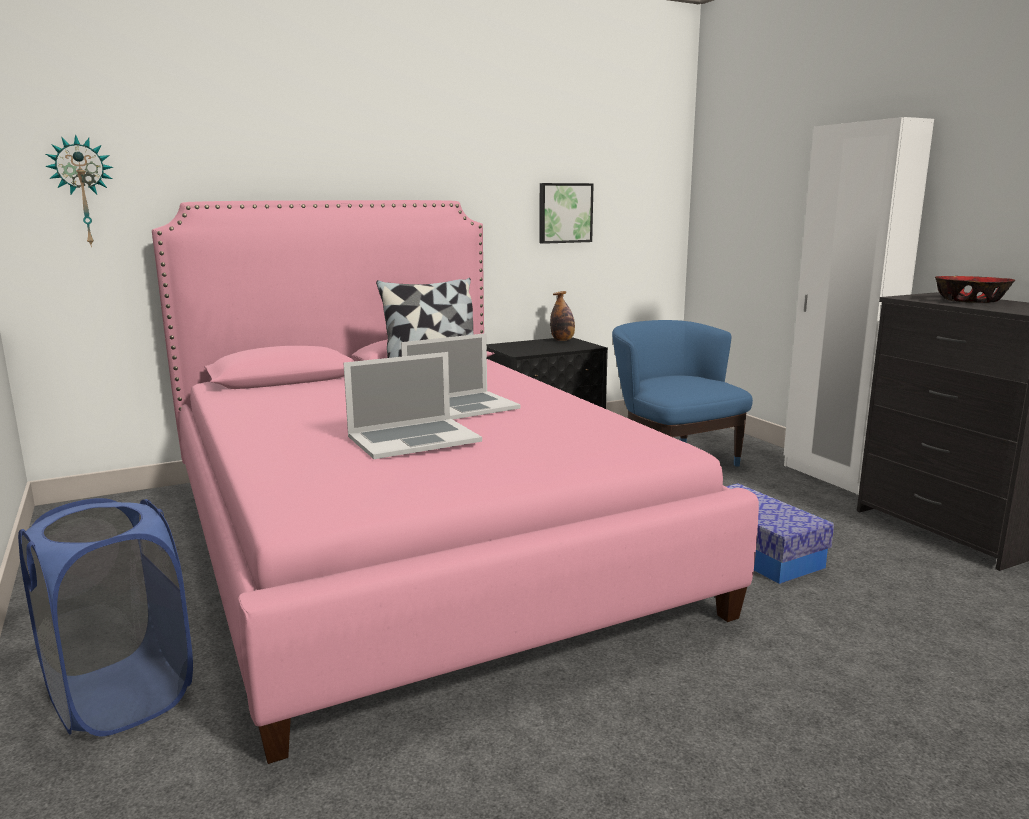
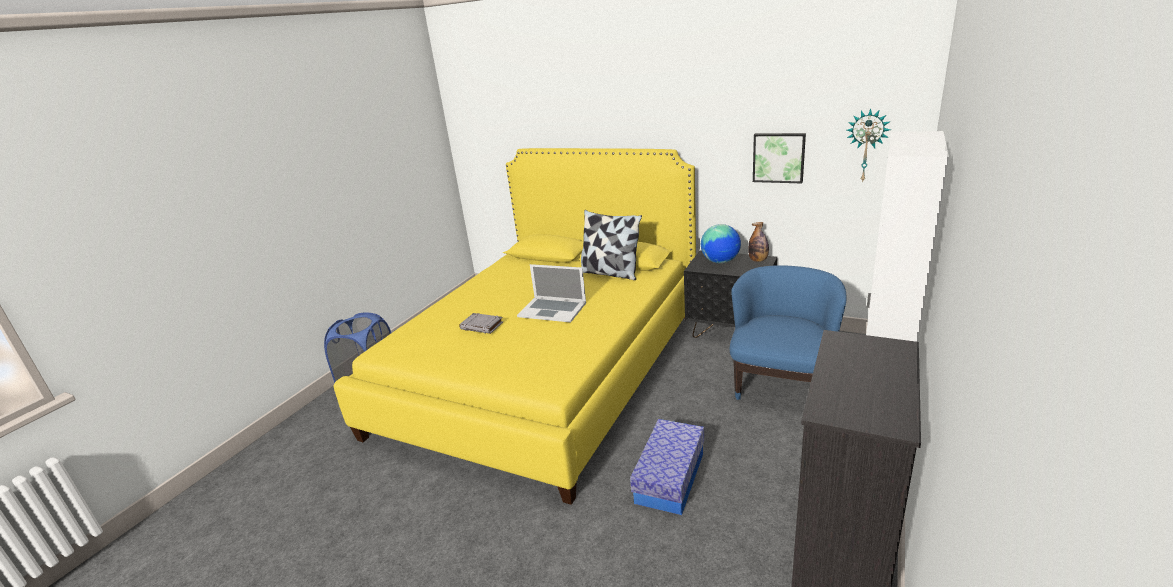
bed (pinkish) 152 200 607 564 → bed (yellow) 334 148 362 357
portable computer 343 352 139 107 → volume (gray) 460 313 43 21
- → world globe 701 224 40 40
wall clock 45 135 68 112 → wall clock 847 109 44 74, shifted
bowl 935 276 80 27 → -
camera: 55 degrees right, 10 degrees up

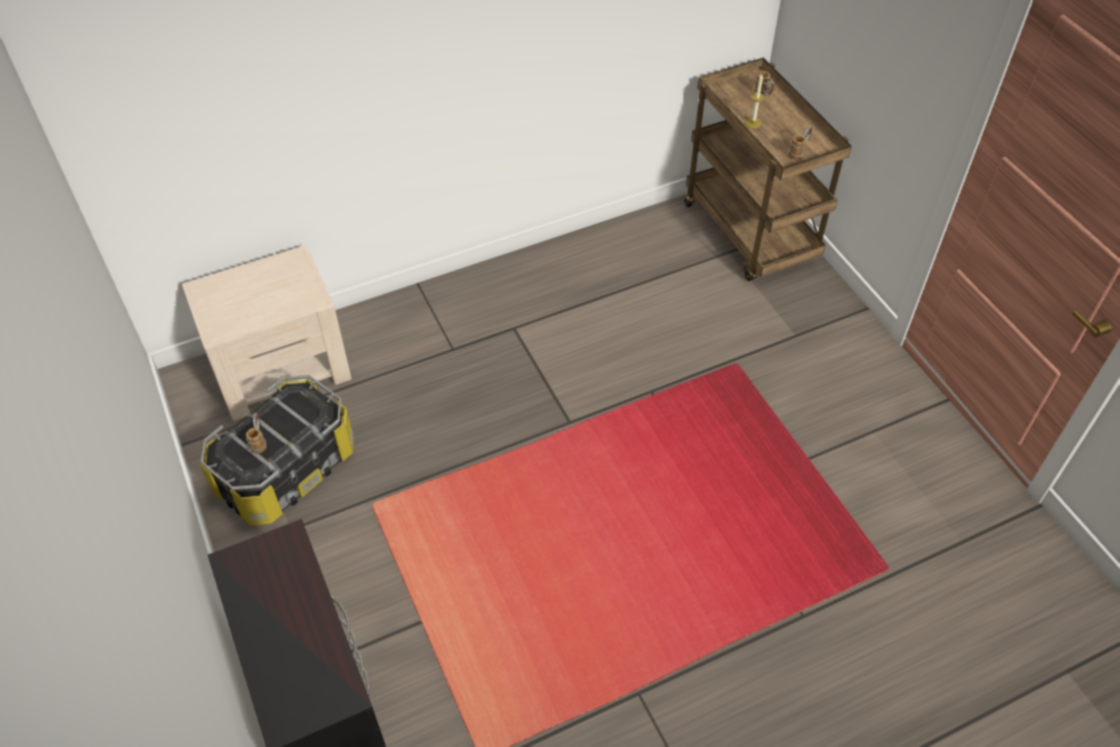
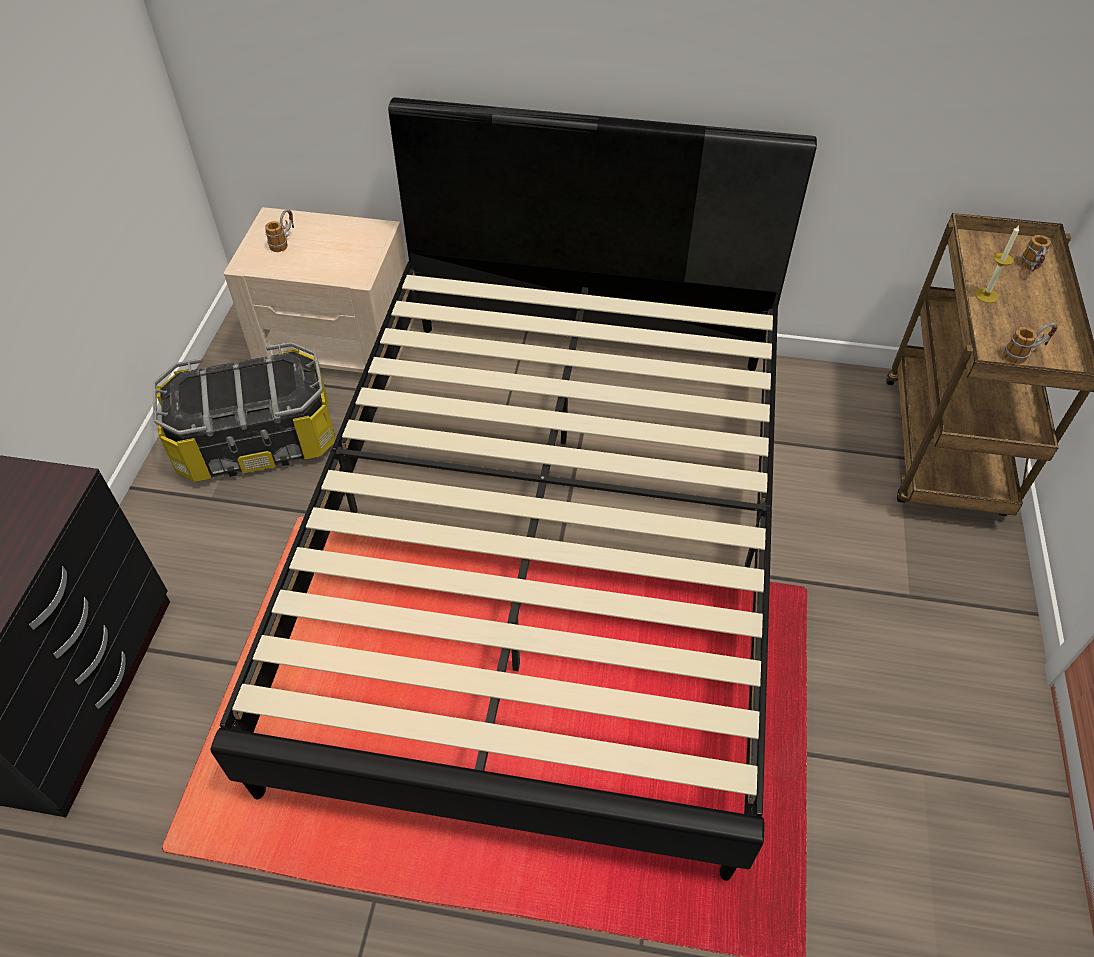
- → bed (black) 210 97 607 784
coffee mug 246 413 21 41 → coffee mug 265 209 29 43, shifted
camera: 35 degrees right, 0 degrees up

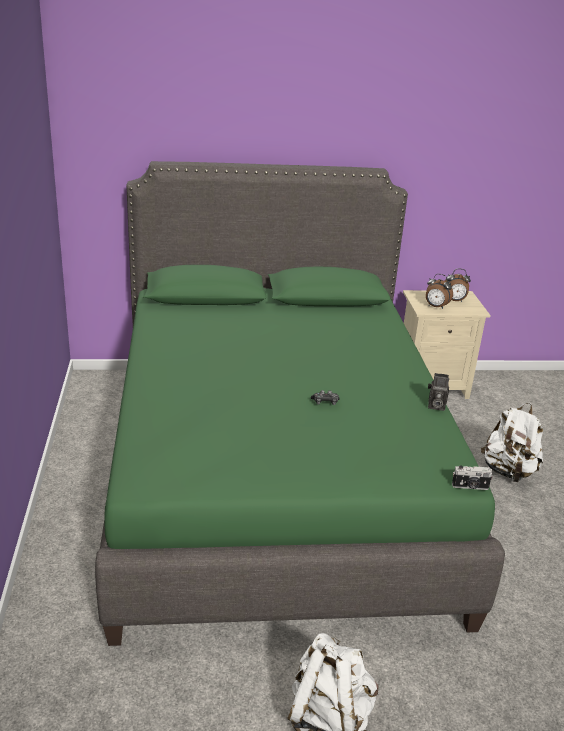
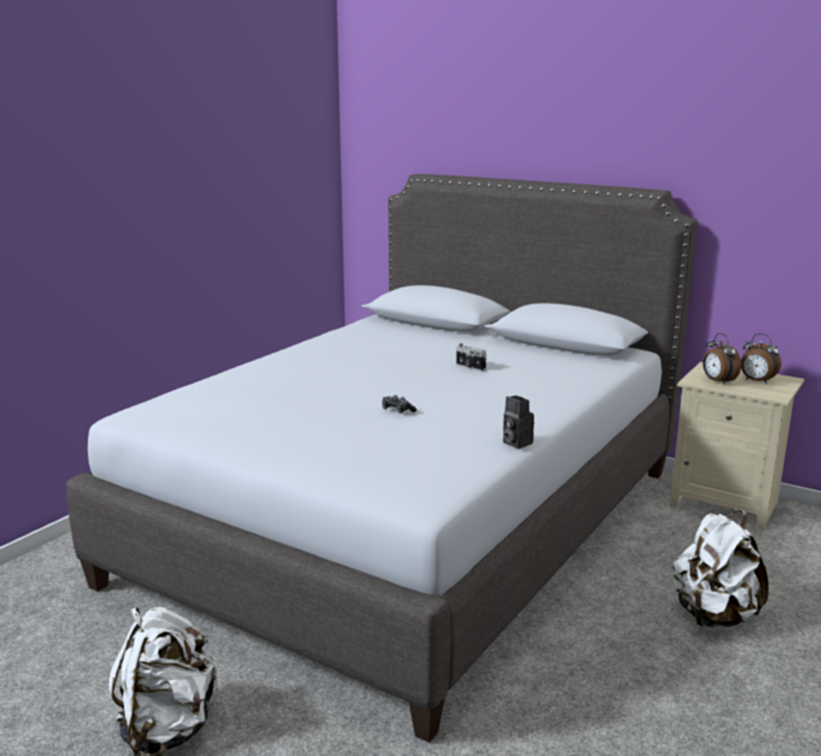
bed (green-coloured) 95 161 410 485 → bed (gray) 66 174 632 569
photo camera 452 466 41 24 → photo camera 456 344 30 27, shifted
camera: 40 degrees right, 10 degrees down

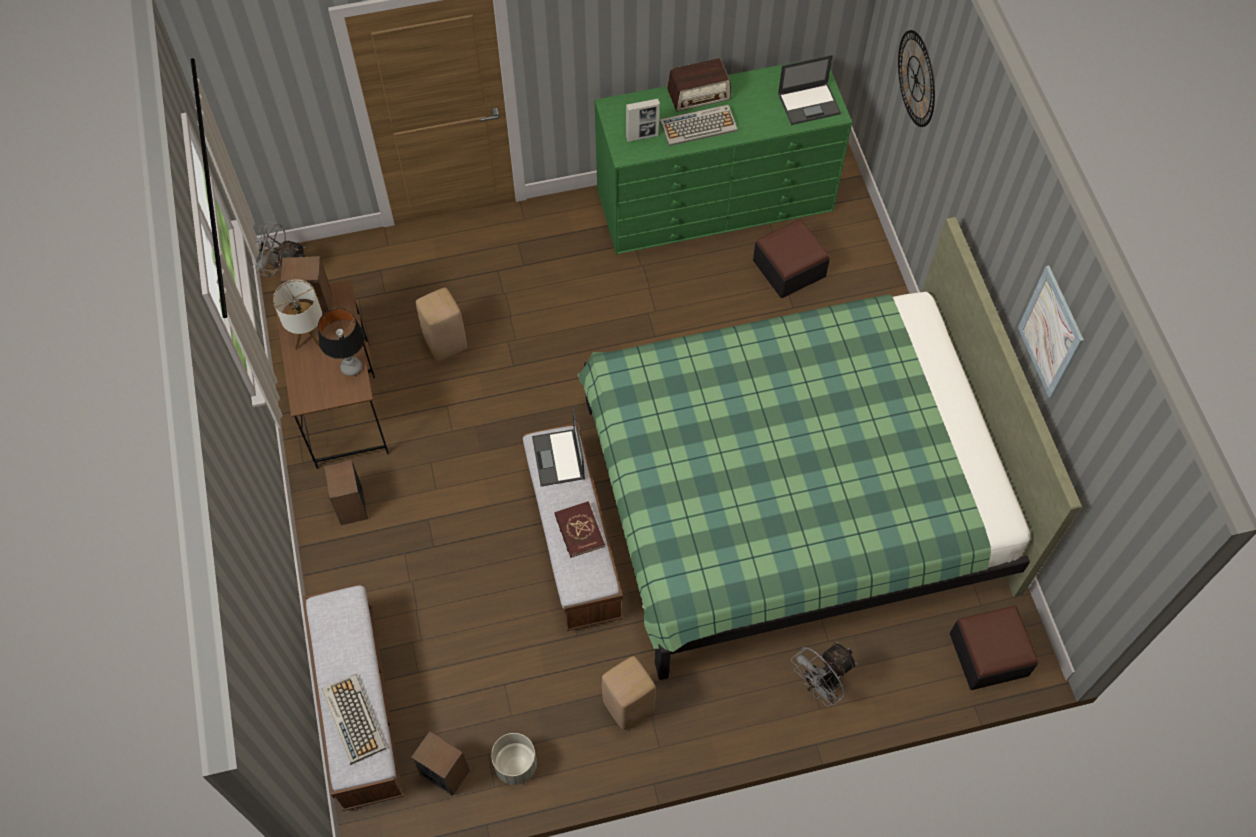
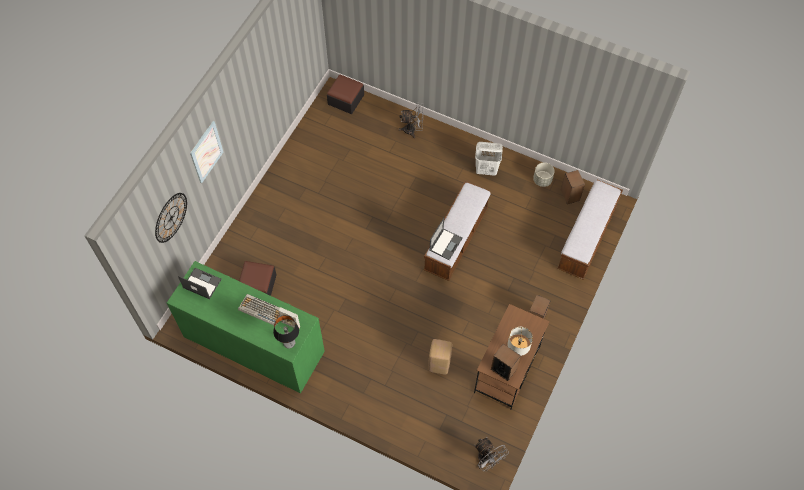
picture 1018 266 66 133 → picture 190 121 33 63, shifted
tabletop lamp 318 308 47 68 → tabletop lamp 273 315 26 34, shifted
stool seat (sand-coloured) 602 656 54 74 → hamper (whitish) 475 142 28 34
keyboard 321 674 65 91 → -
volume (red-coloured) 554 501 51 57 → -
bed (green-coloured) 578 217 504 463 → -
radio receiver 667 58 64 54 → -
camera: 140 degrees left, 0 degrees up

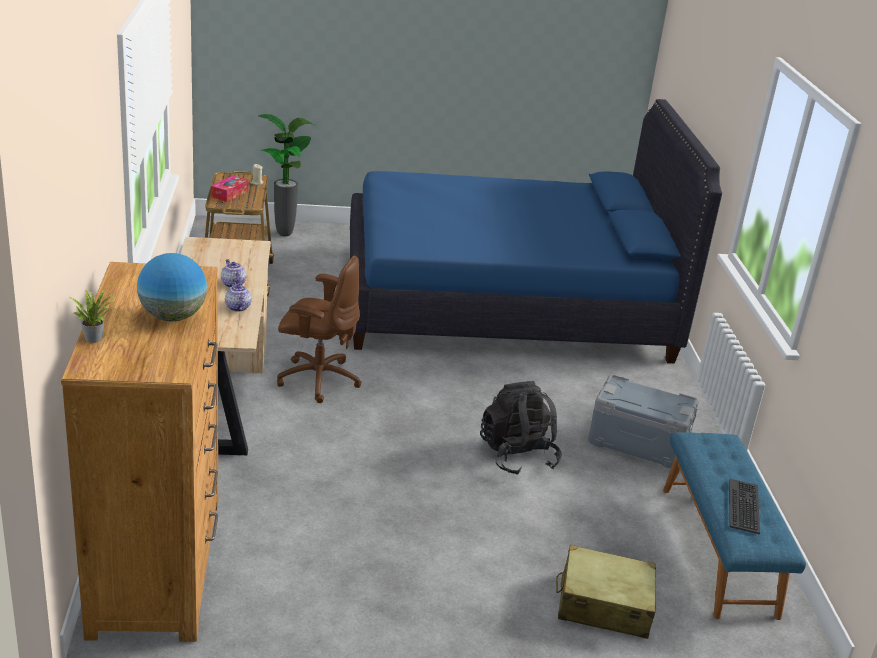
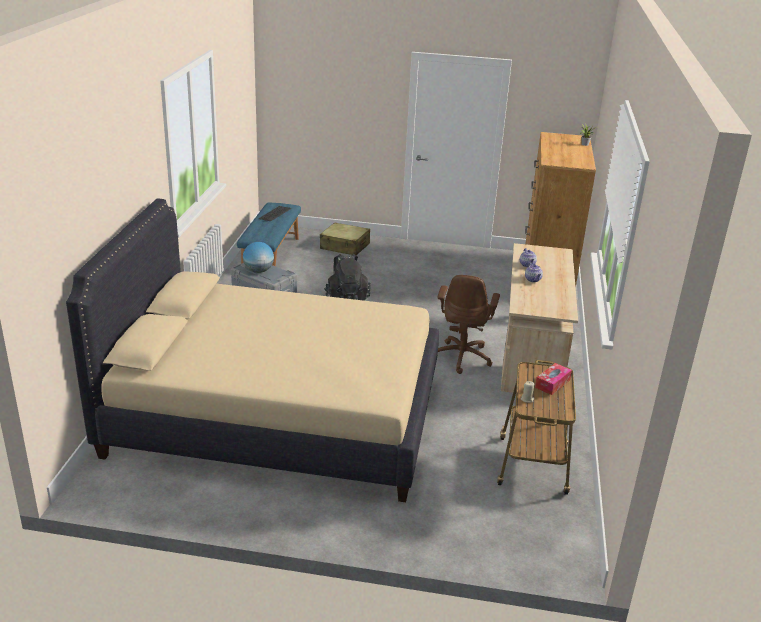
bed (blue) 350 99 372 264 → bed (sand-coloured) 66 198 373 304
world globe 137 253 70 68 → world globe 243 242 31 31, shifted
desk chair (brown-coloured) 277 255 84 148 → desk chair (brown-coloured) 437 275 63 99, 105 degrees counterclockwise
houseplant 258 114 56 122 → -
camera: 165 degrees left, 0 degrees up

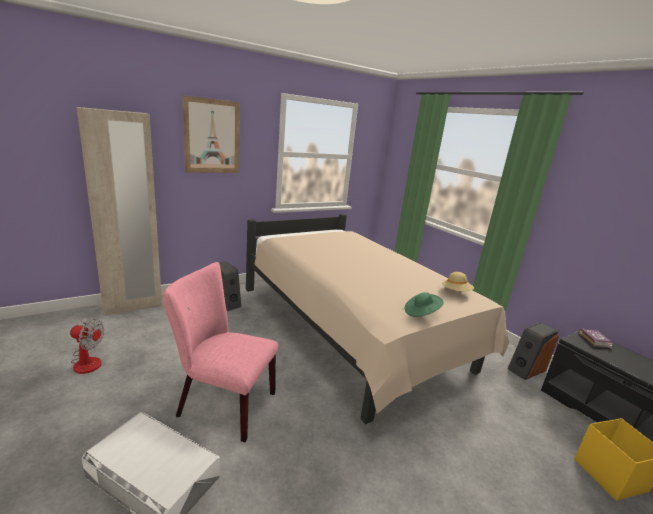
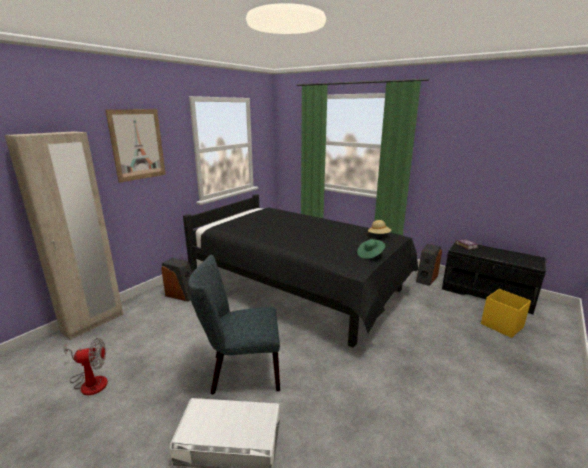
bed (sand-coloured) 246 214 263 210 → bed (black) 183 194 235 154
upright chair (pinkish) 163 262 115 180 → upright chair (gray) 188 255 92 140
camera: 20 degrees left, 0 degrees up

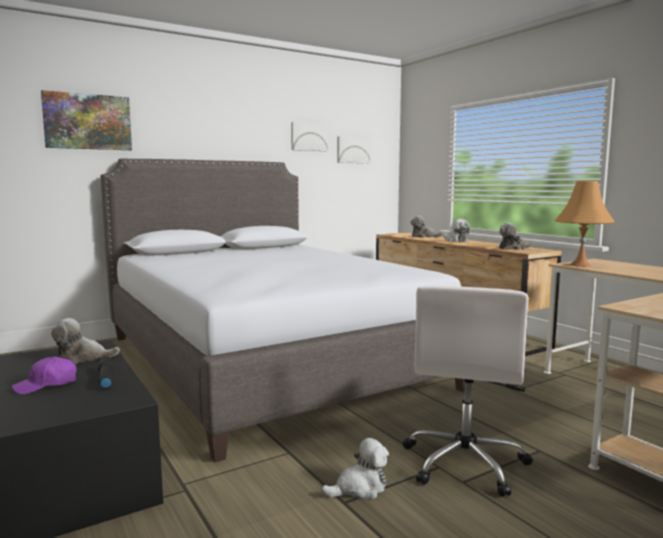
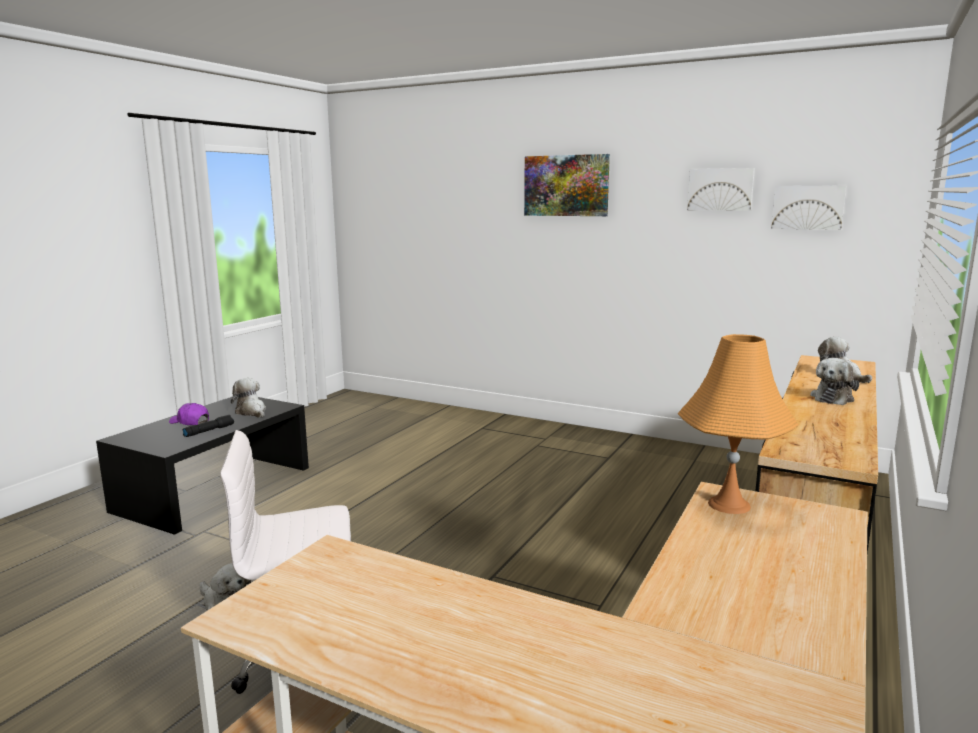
picture 41 90 91 60 → picture 524 154 86 62, shifted
bed (gray) 100 159 365 303 → -
soft toy 499 223 33 27 → -
camera: 60 degrees right, 5 degrees up

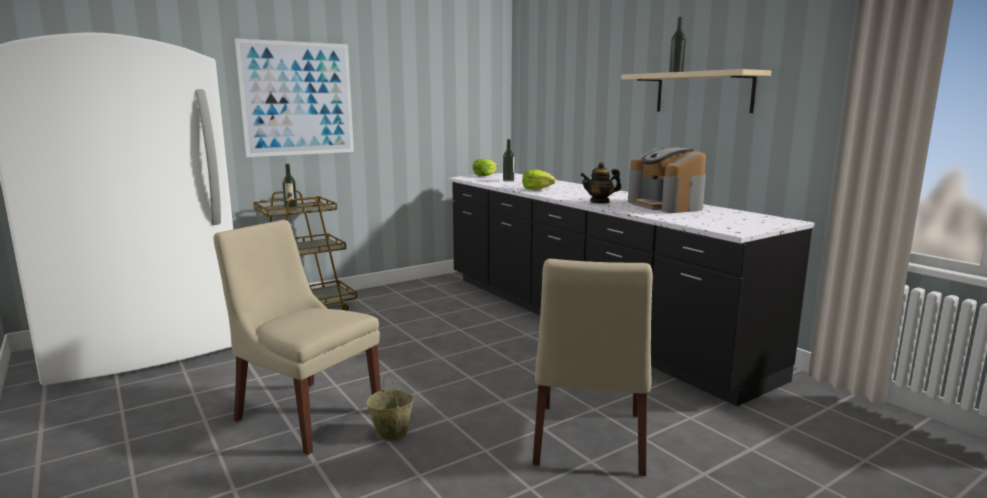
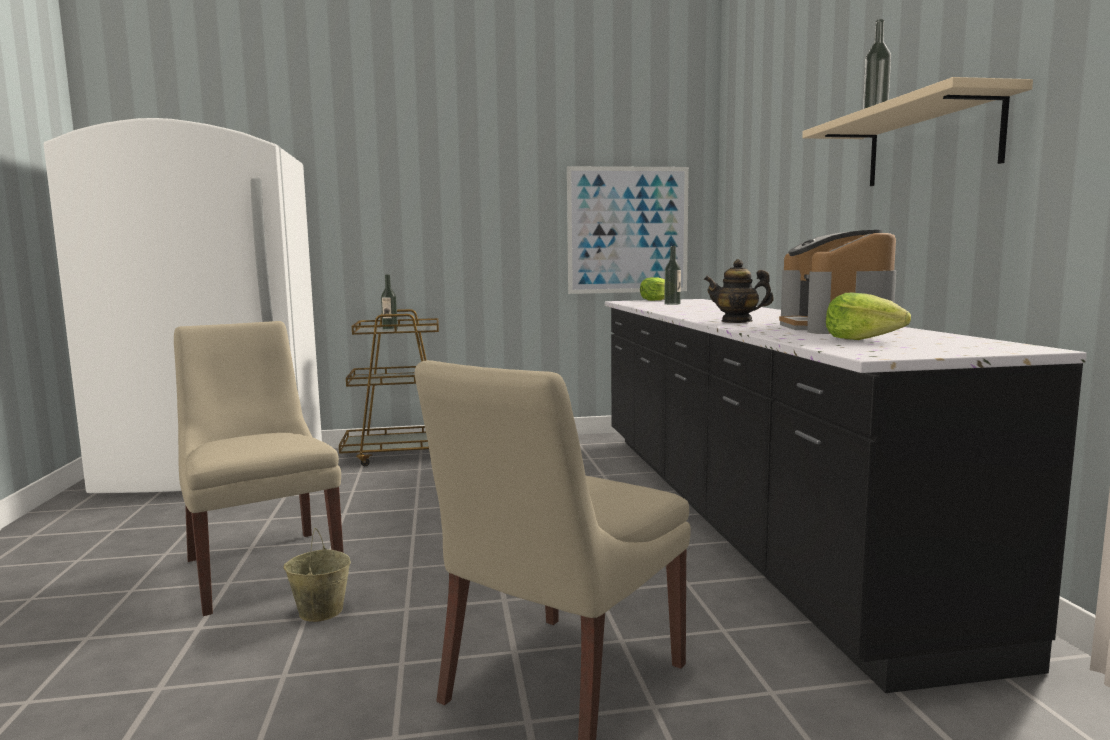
picture 235 38 119 119 → picture 567 166 122 128, shifted
lettuce head 522 169 34 21 → lettuce head 826 293 85 47, shifted
camera: 25 degrees right, 5 degrees down

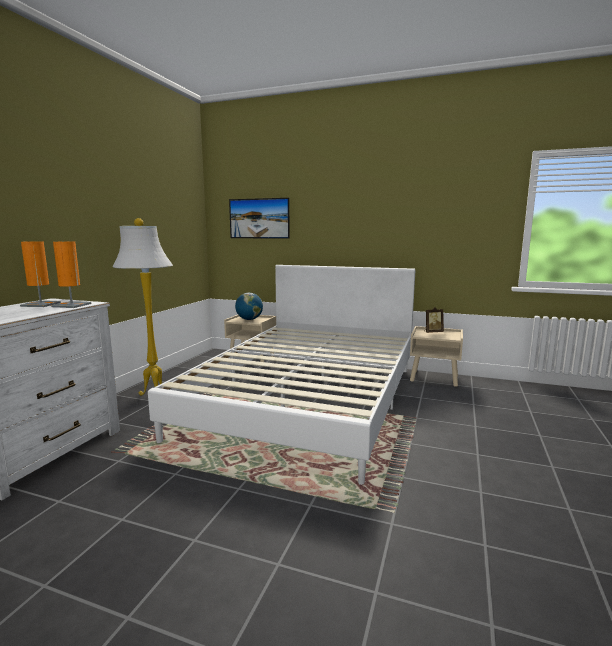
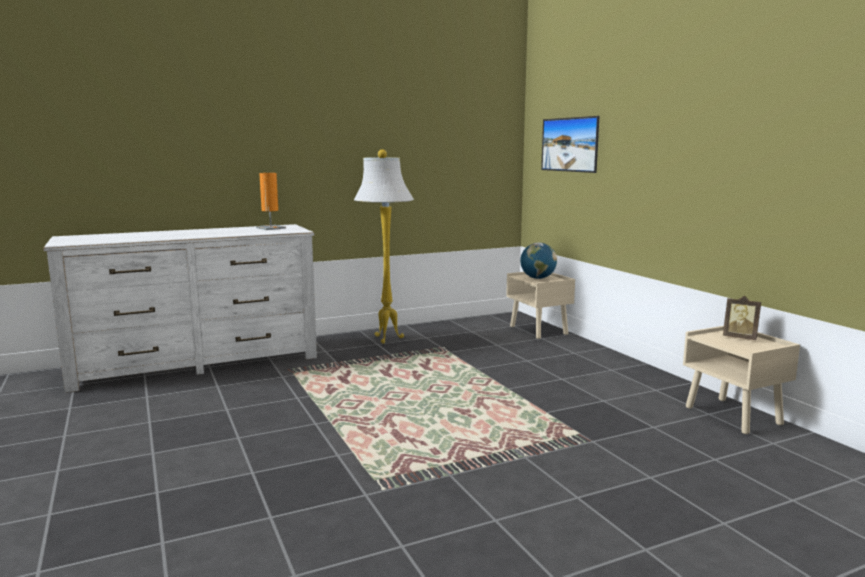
tabletop lamp (orangey) 51 242 41 66 → -
bed (whitish) 148 265 267 220 → -
camera: 45 degrees right, 0 degrees up

